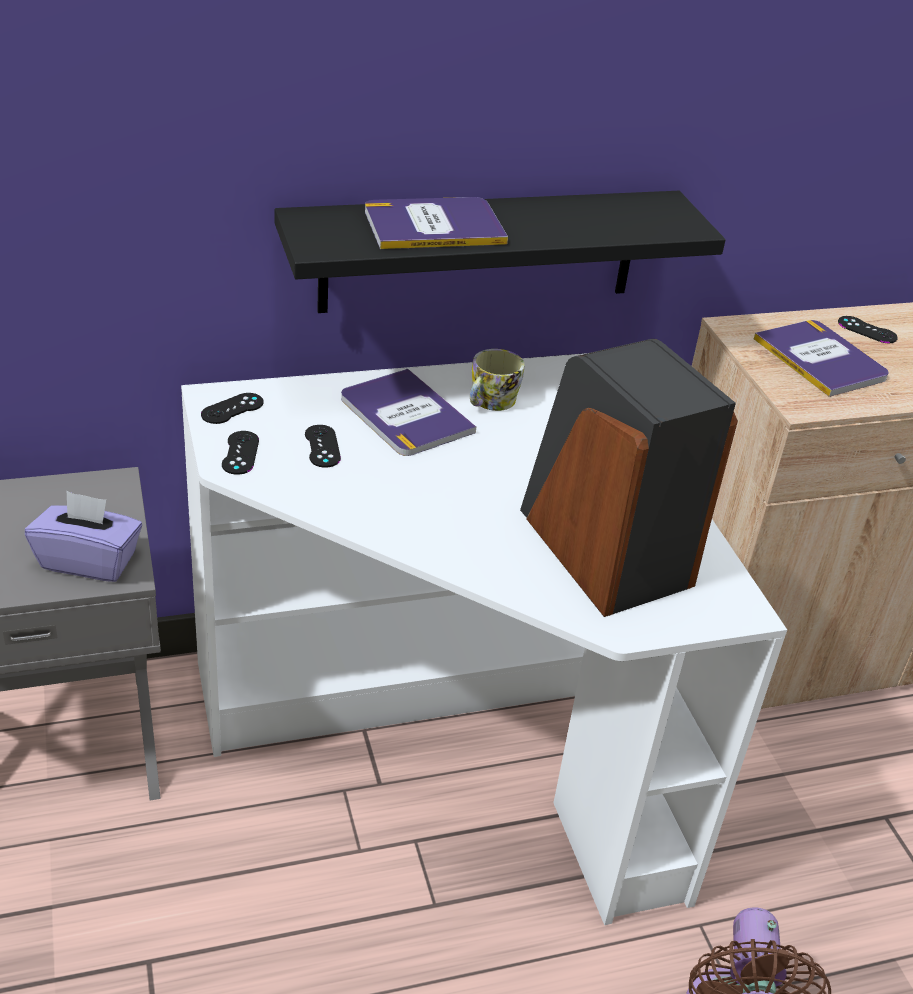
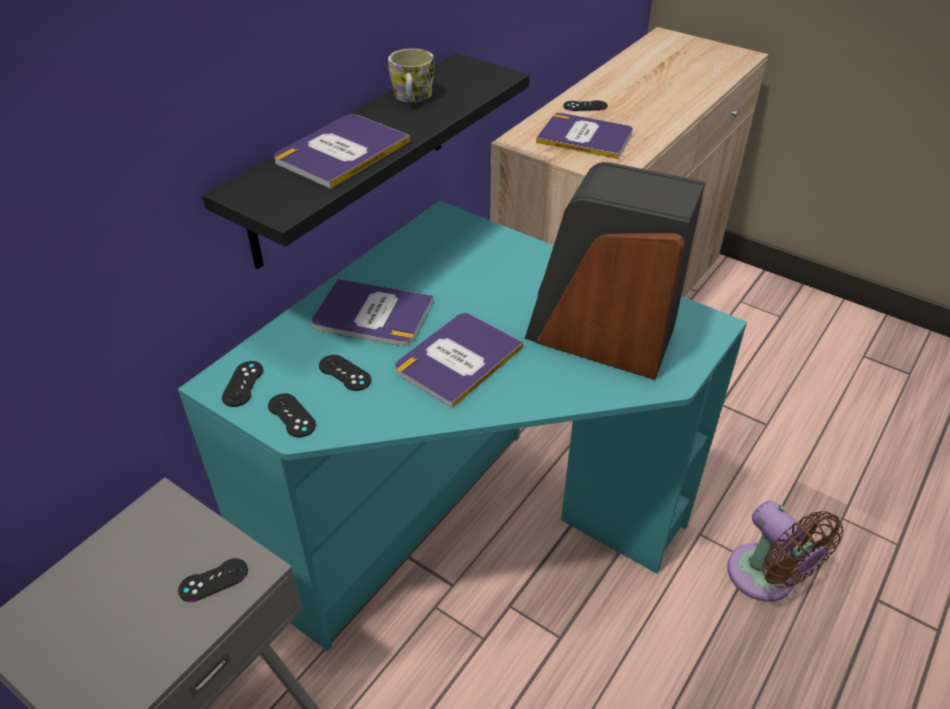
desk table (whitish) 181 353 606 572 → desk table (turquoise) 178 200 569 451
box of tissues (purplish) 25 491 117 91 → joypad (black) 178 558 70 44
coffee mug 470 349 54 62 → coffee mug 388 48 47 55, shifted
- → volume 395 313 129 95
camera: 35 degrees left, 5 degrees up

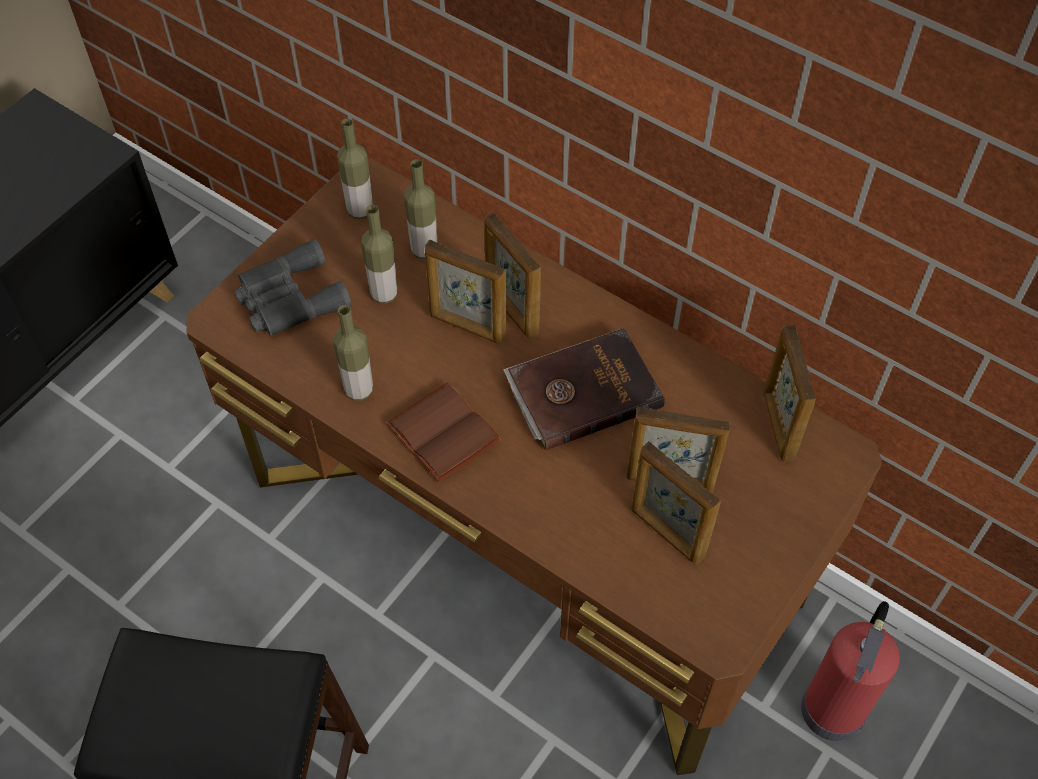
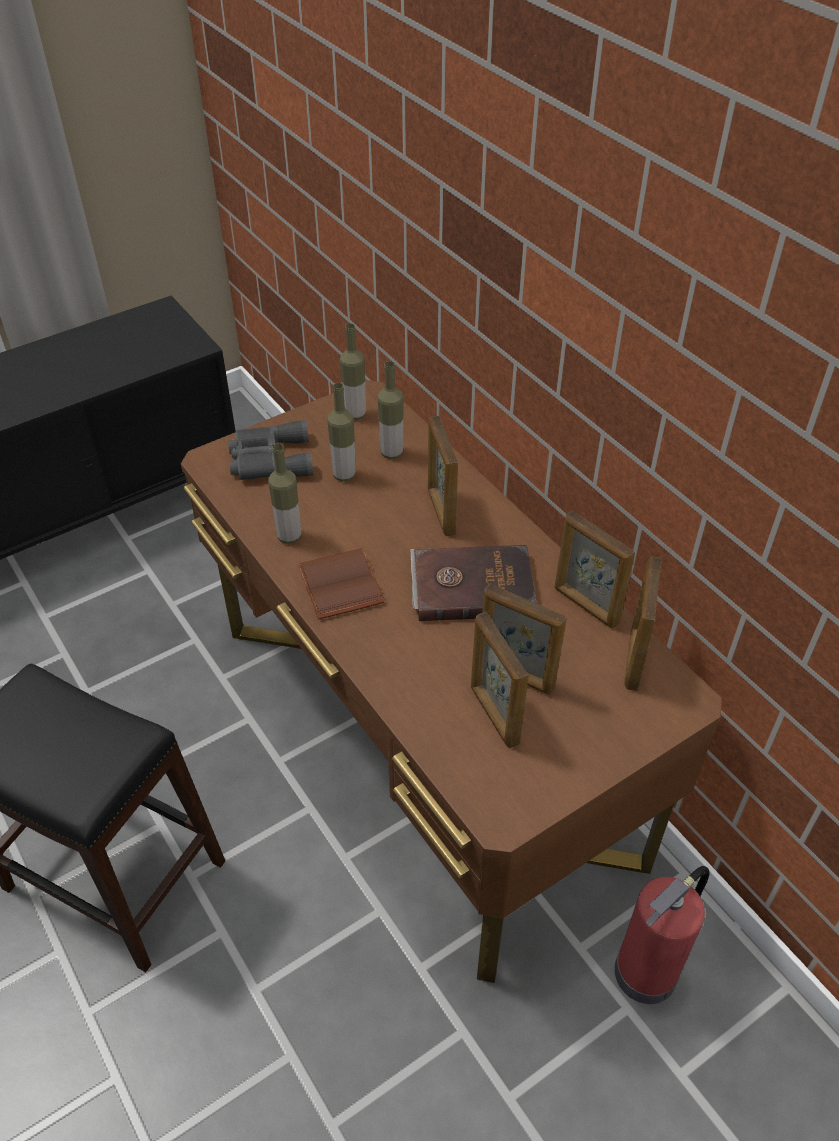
picture frame 425 240 81 104 → picture frame 555 510 80 119, shifted
camera: 20 degrees right, 10 degrees down

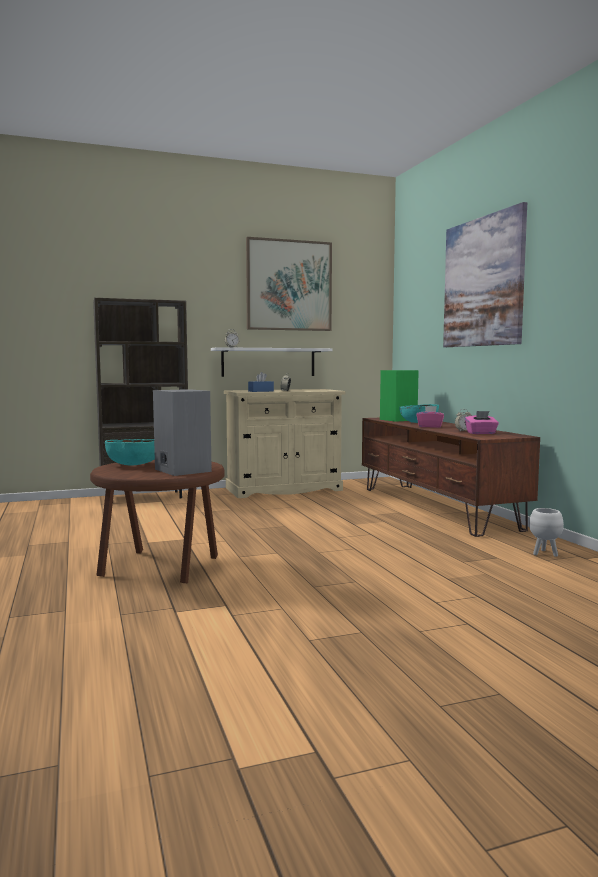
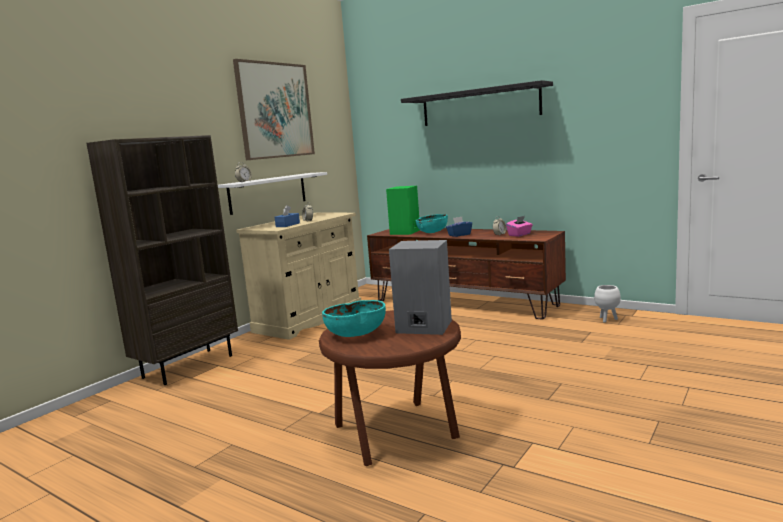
picture 443 202 84 145 → shelf (black) 401 80 152 46
box of tissues (pinkish) 416 406 28 22 → box of tissues (blue) 446 217 26 20
camera: 35 degrees left, 5 degrees up

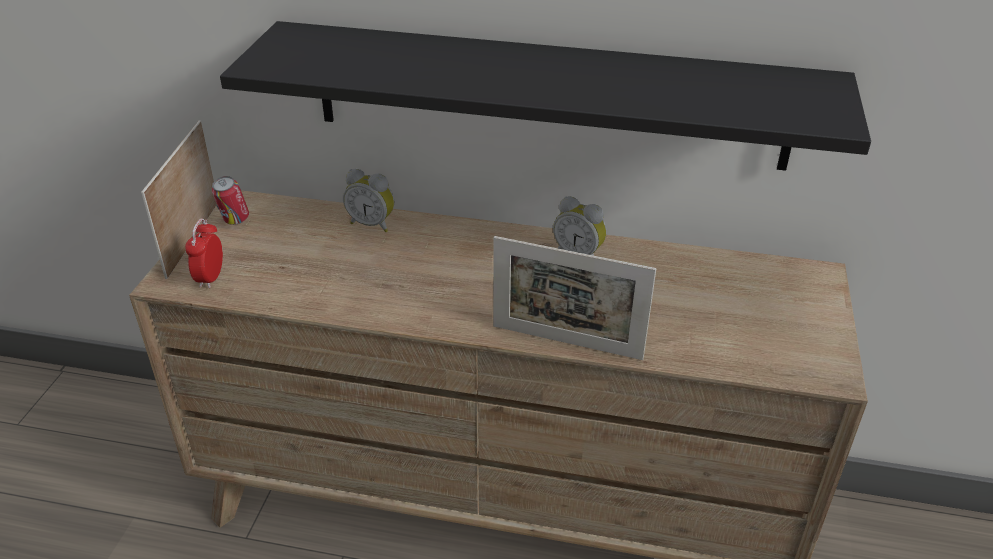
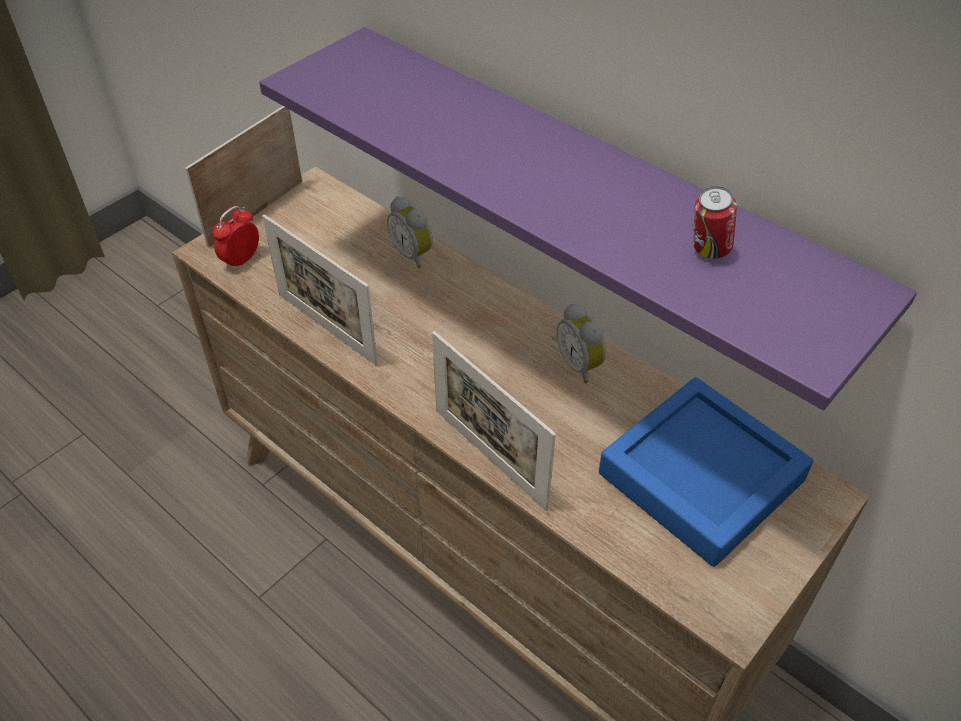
shelf (black) 220 21 651 150 → shelf (purplish) 259 27 658 383
- → picture frame 262 214 116 152
- → carrying tray (blue) 599 377 214 190
can 212 176 37 49 → can 693 186 44 73, shifted
camera: 30 degrees right, 10 degrees up

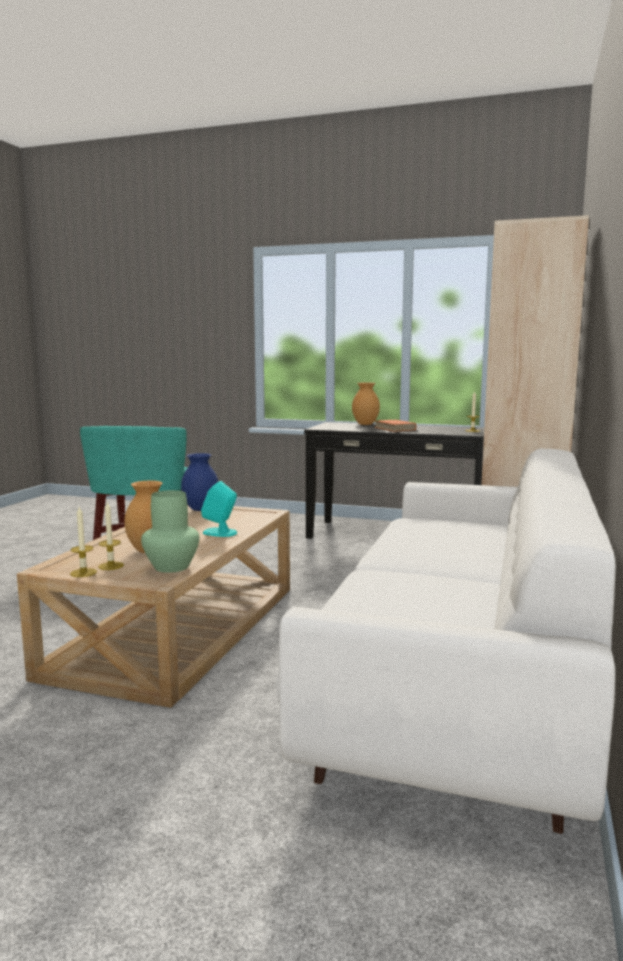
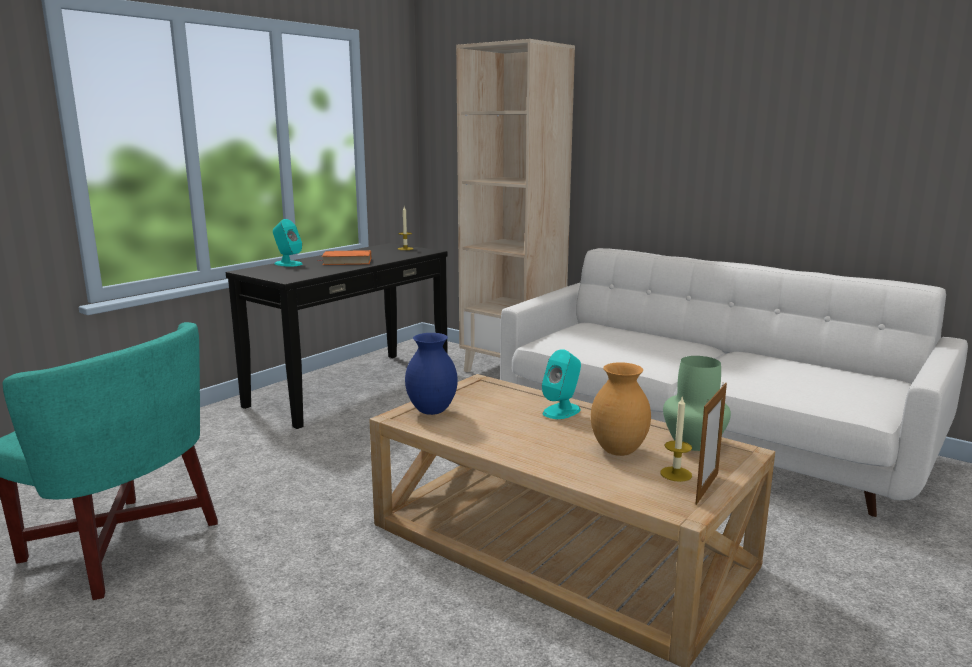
decorative vase (brown-coloured) 352 383 28 42 → loudspeaker (turquoise) 273 219 30 48
wax light 70 507 27 70 → picture frame 695 383 32 122
camera: 70 degrees left, 5 degrees up

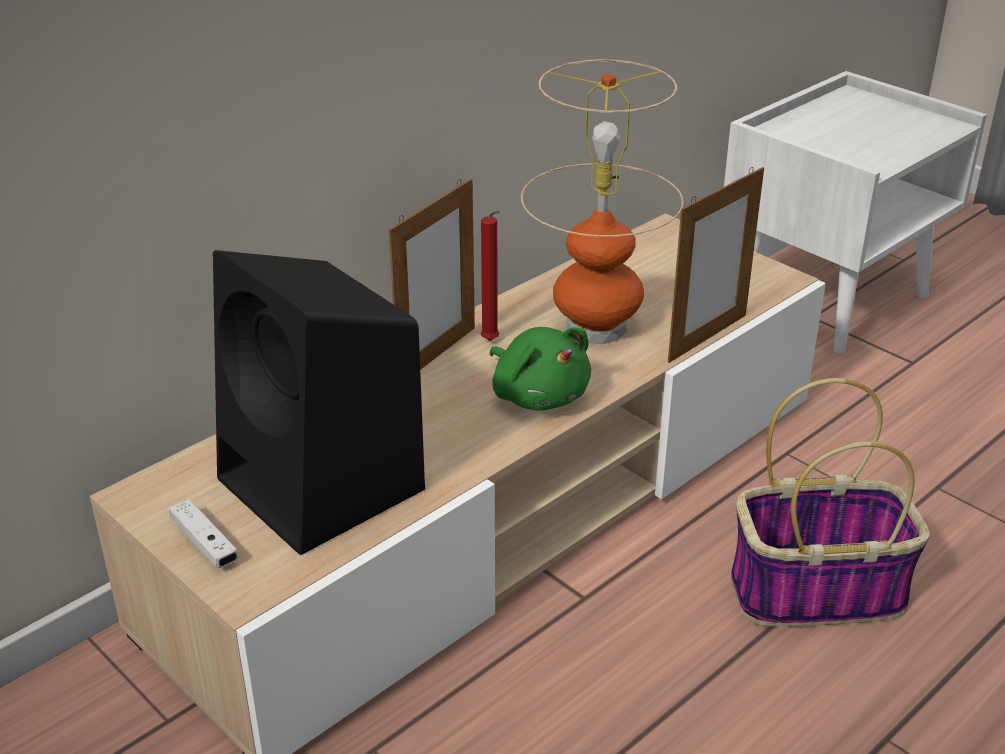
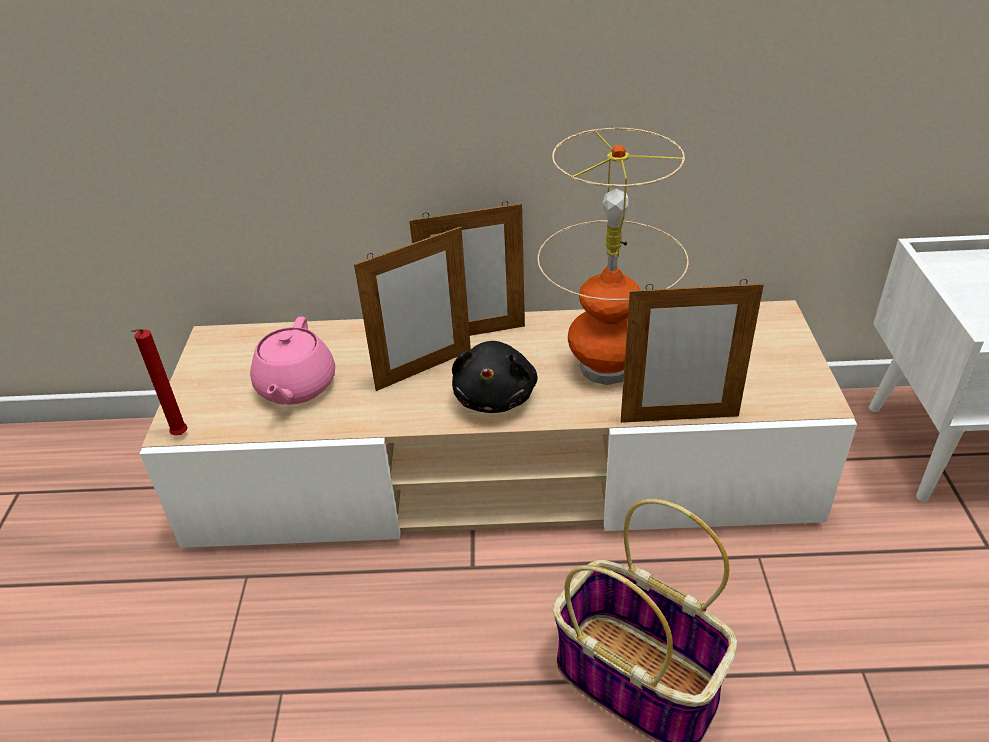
wax light (red-coloured) 481 211 19 130 → wax light (red-coloured) 131 329 57 106, shifted
loudspeaker (black) 213 250 213 305 → pot for tea (pinkish) 250 316 85 89
- → picture frame 354 226 117 165
soft toy (green-coloured) 490 327 101 83 → soft toy (black) 452 341 85 72
joypad (whitish) 169 499 70 69 → -
camera: 45 degrees right, 5 degrees up

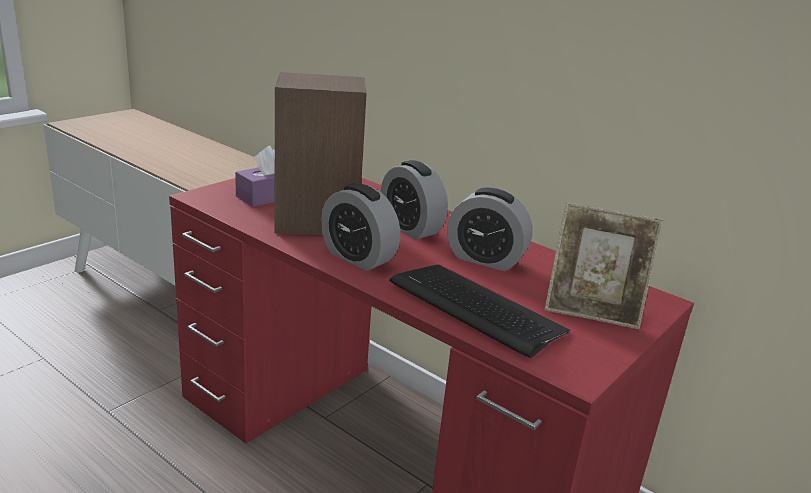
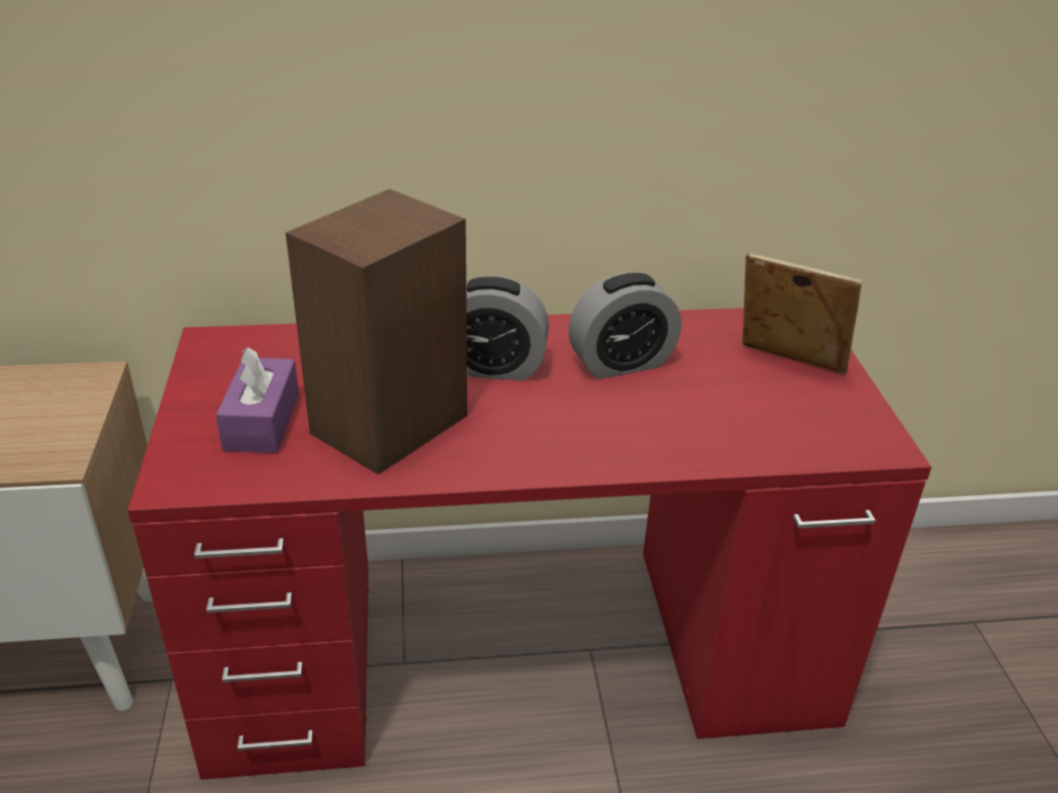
picture frame 545 202 119 127 → picture frame 742 253 120 121, 120 degrees counterclockwise
bedside clock 321 183 79 88 → -
keyboard 389 264 181 94 → -
camera: 45 degrees left, 10 degrees up

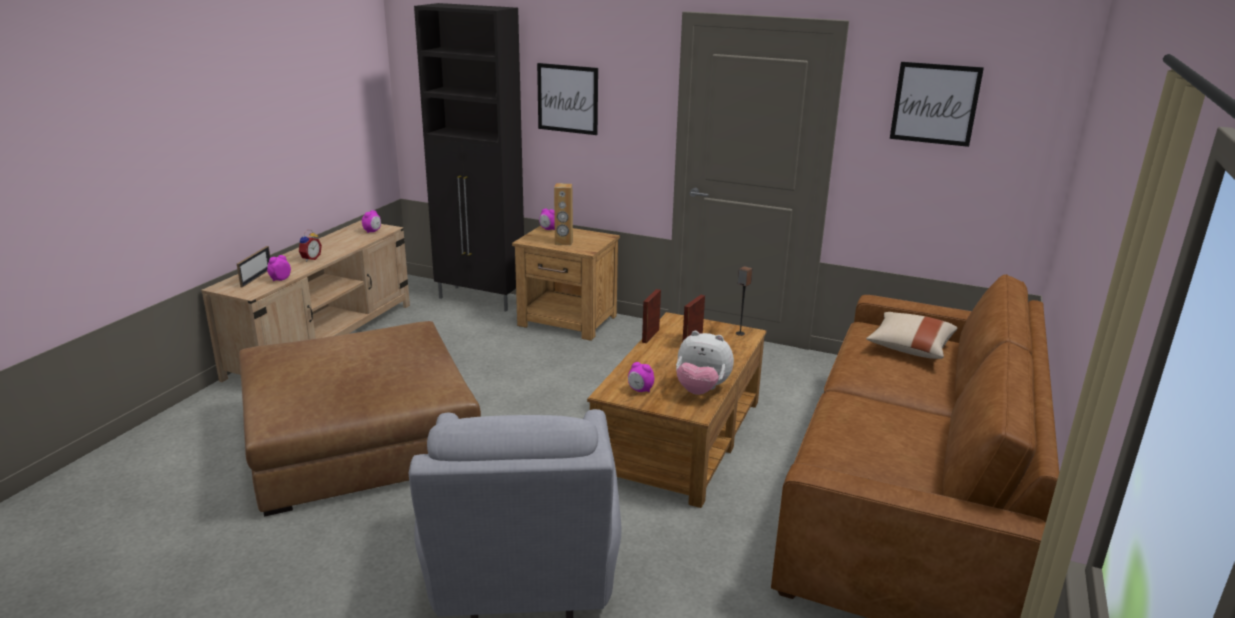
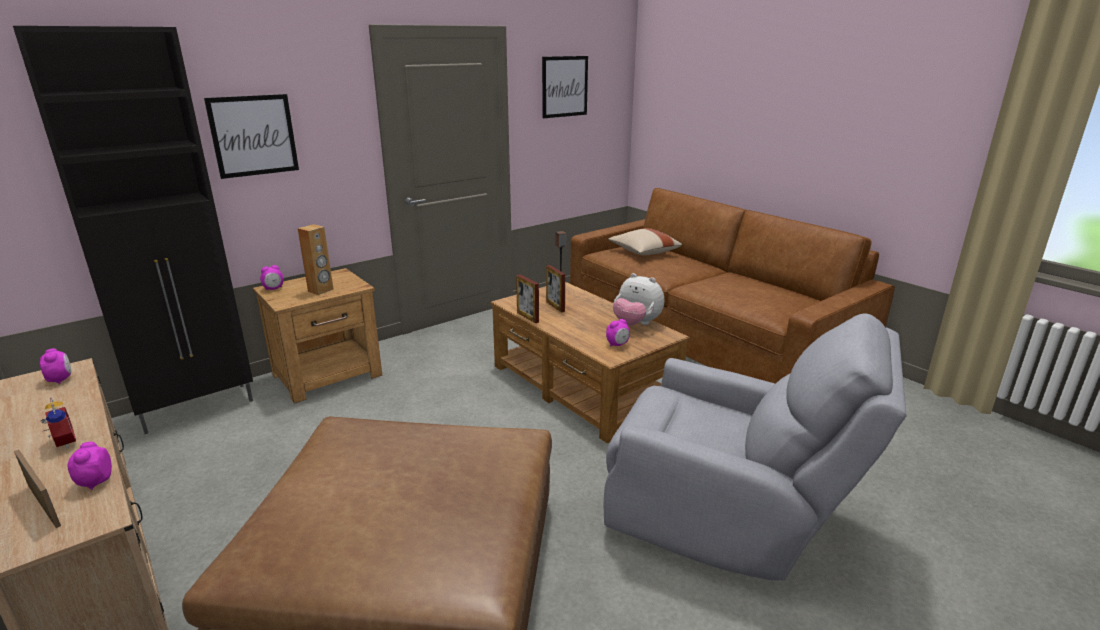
soft toy 676 331 58 64 → soft toy 613 273 51 53, 75 degrees clockwise
camera: 60 degrees left, 0 degrees up

